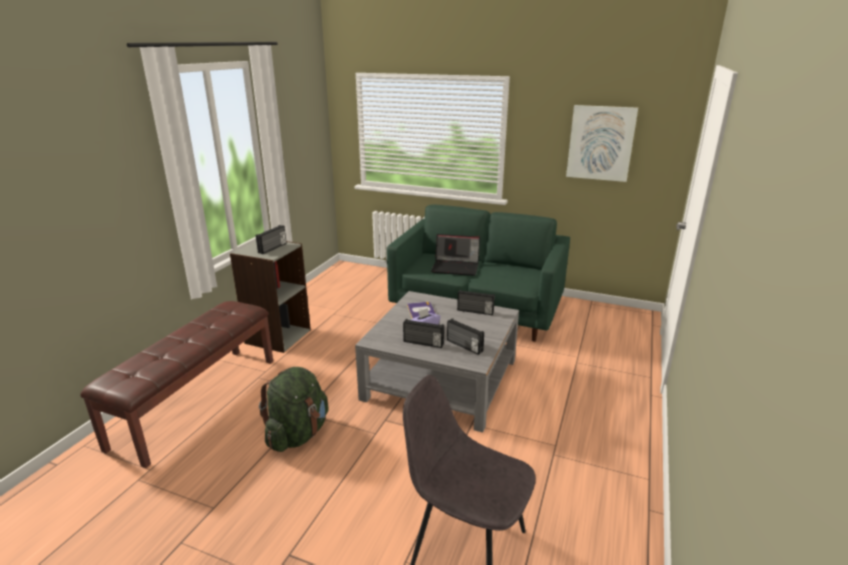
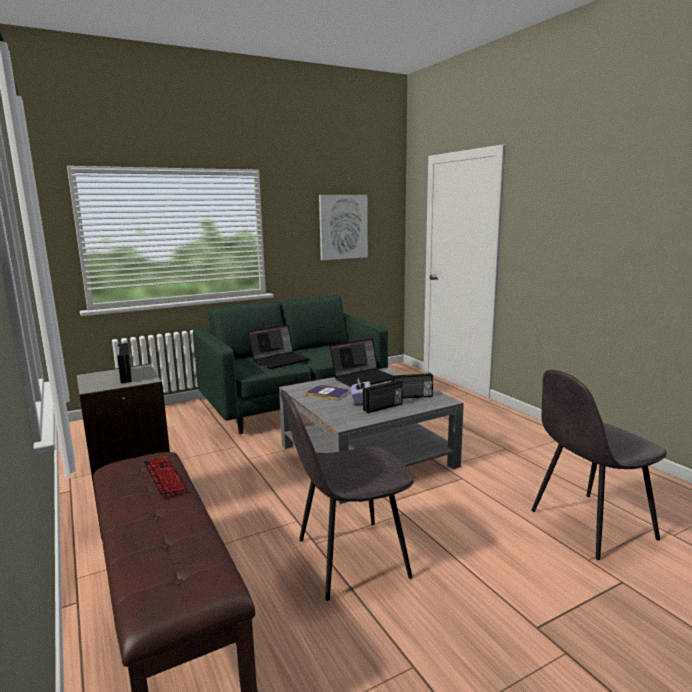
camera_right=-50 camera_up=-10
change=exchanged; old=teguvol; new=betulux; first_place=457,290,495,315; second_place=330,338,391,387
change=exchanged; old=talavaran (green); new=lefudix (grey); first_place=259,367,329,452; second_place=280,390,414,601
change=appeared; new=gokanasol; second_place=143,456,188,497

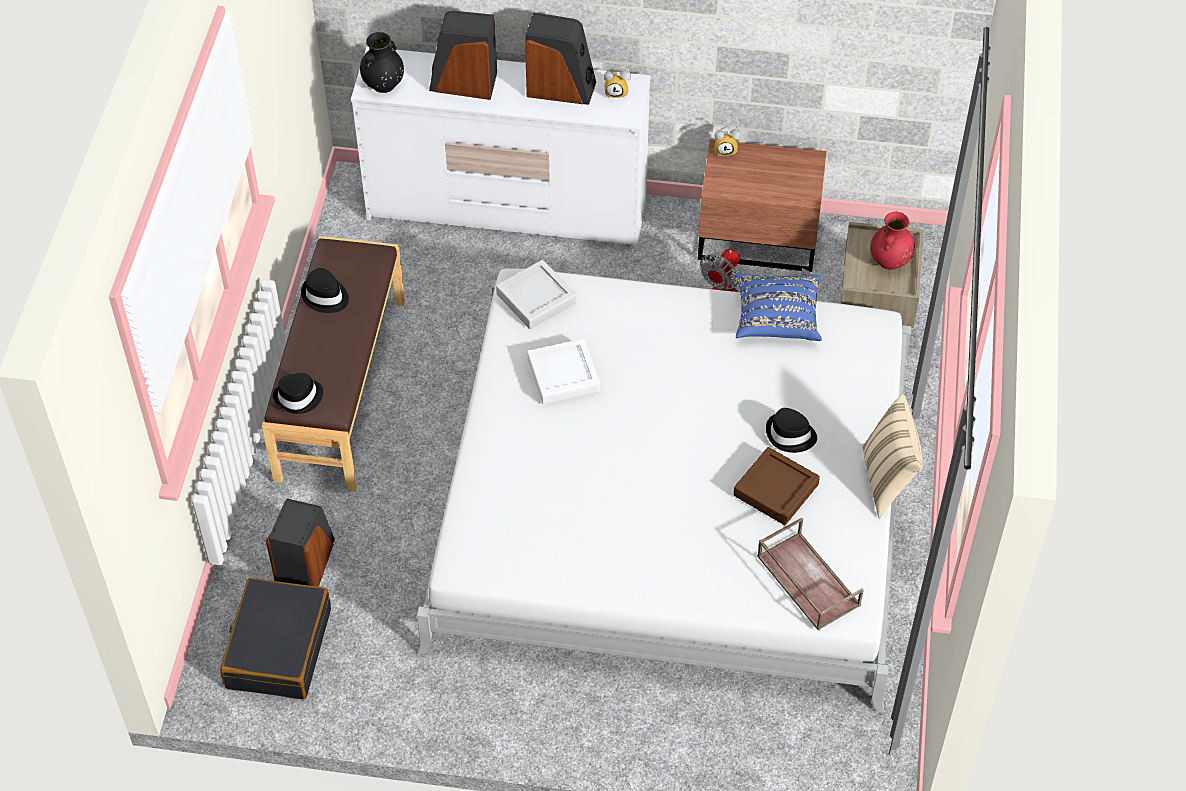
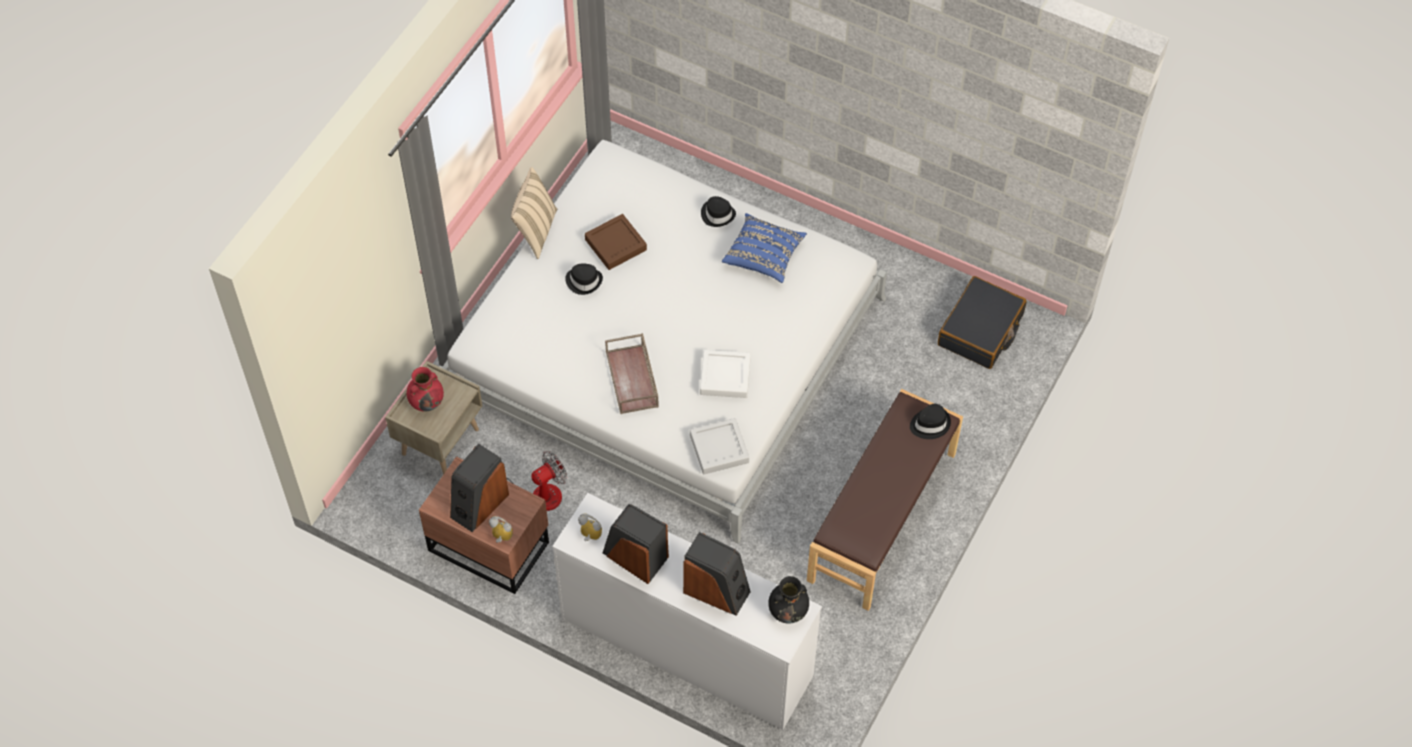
camera_right=-160 camera_up=5
change=relocated; old=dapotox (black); first_place=301,268,349,313; second_place=701,196,736,227
change=relocated; old=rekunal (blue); first_place=736,272,822,341; second_place=722,213,807,283
change=relocated; old=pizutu; first_place=266,499,335,586; second_place=450,444,509,532
change=relocated; old=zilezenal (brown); first_place=757,517,864,631; second_place=605,333,659,414

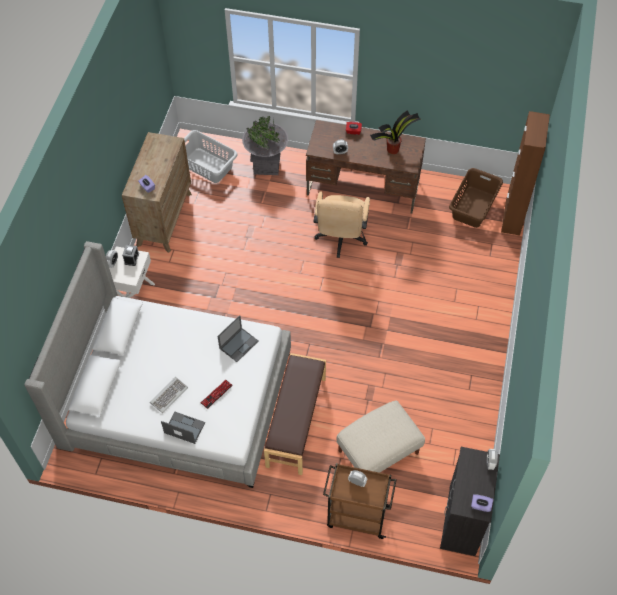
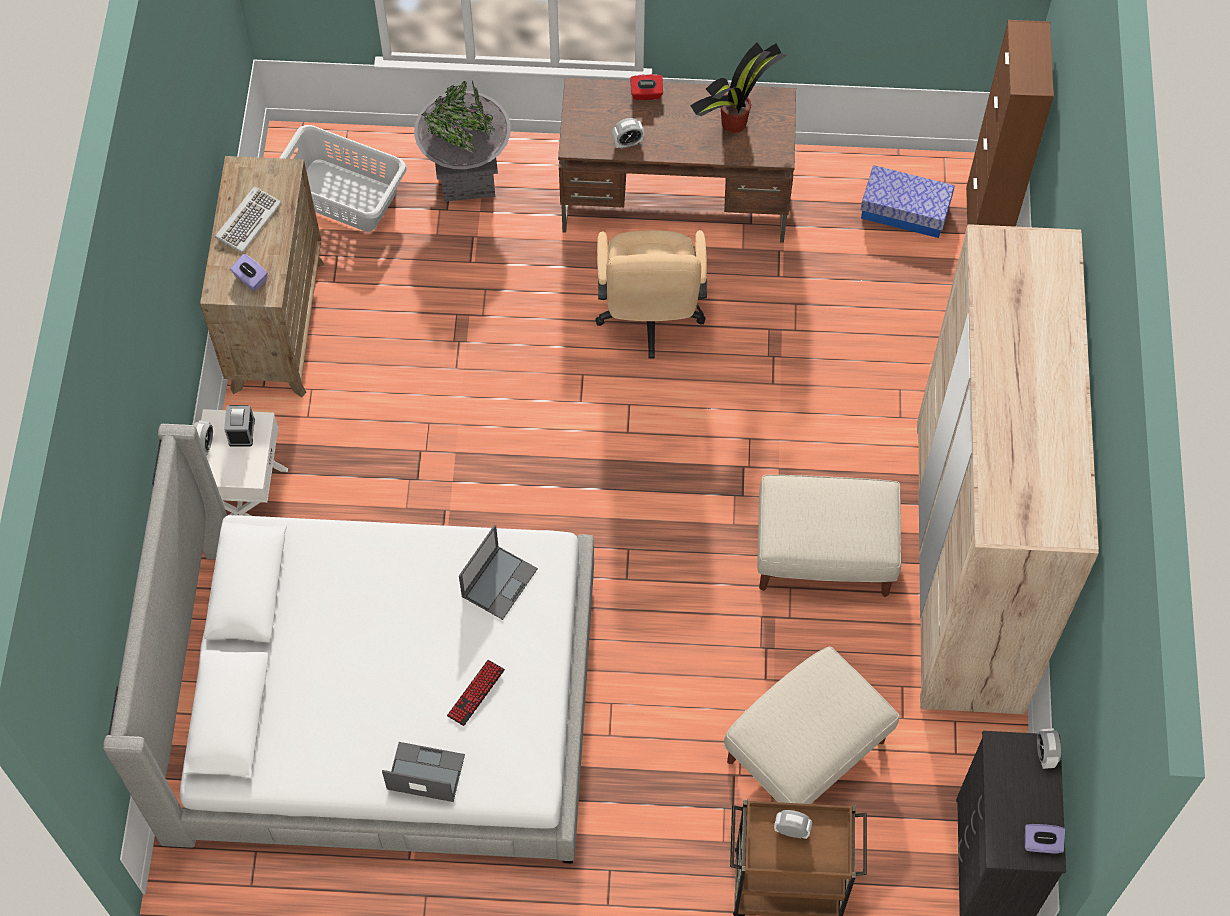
camera_right=-10 camera_up=5
change=exchanged; old=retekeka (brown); new=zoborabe; first_place=449,168,503,228; second_place=861,165,955,238
change=missing; old=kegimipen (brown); first_place=264,353,326,475
change=relocated; old=gokanasol; first_place=150,377,188,413; second_place=215,187,281,253
change=appeared; new=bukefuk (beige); second_place=917,224,1099,714
change=appeared; new=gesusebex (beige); second_place=757,475,901,597

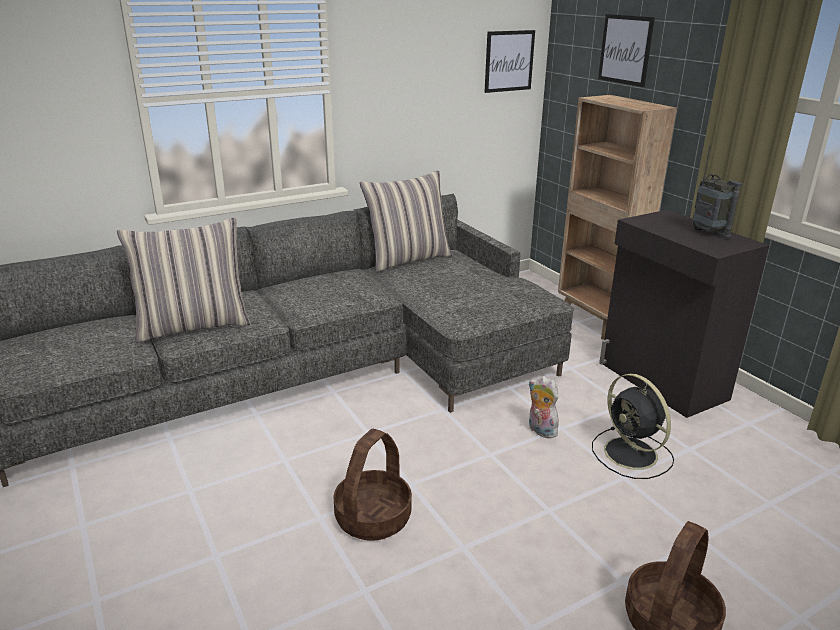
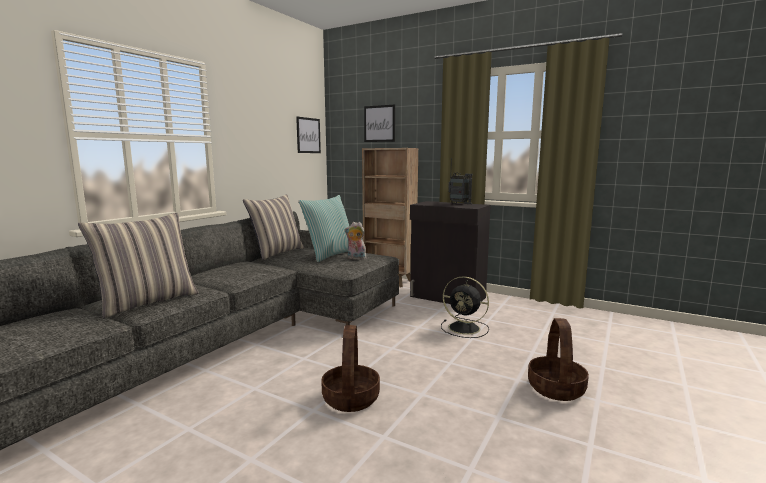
camera_right=-30 camera_up=-15
change=relocated; old=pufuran; first_place=529,376,559,439; second_place=345,222,367,260
change=appeared; new=rekunal; second_place=298,195,349,262

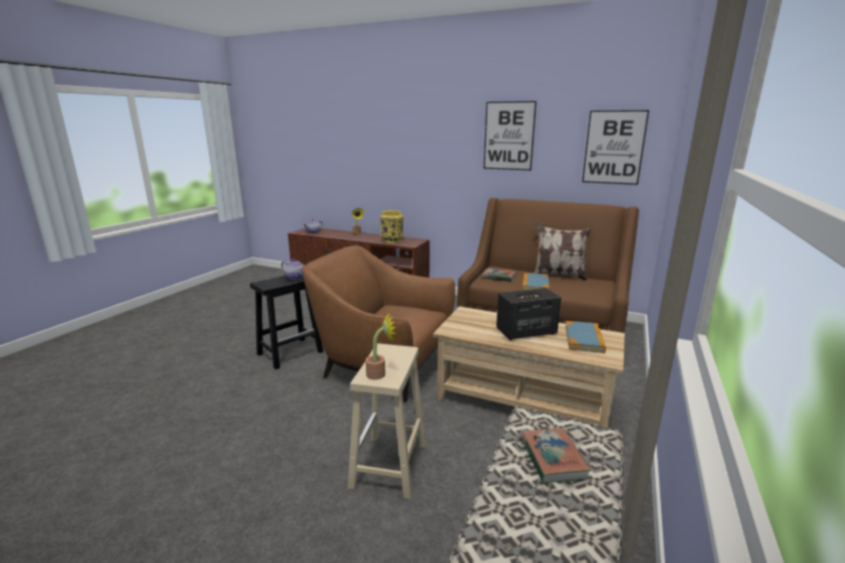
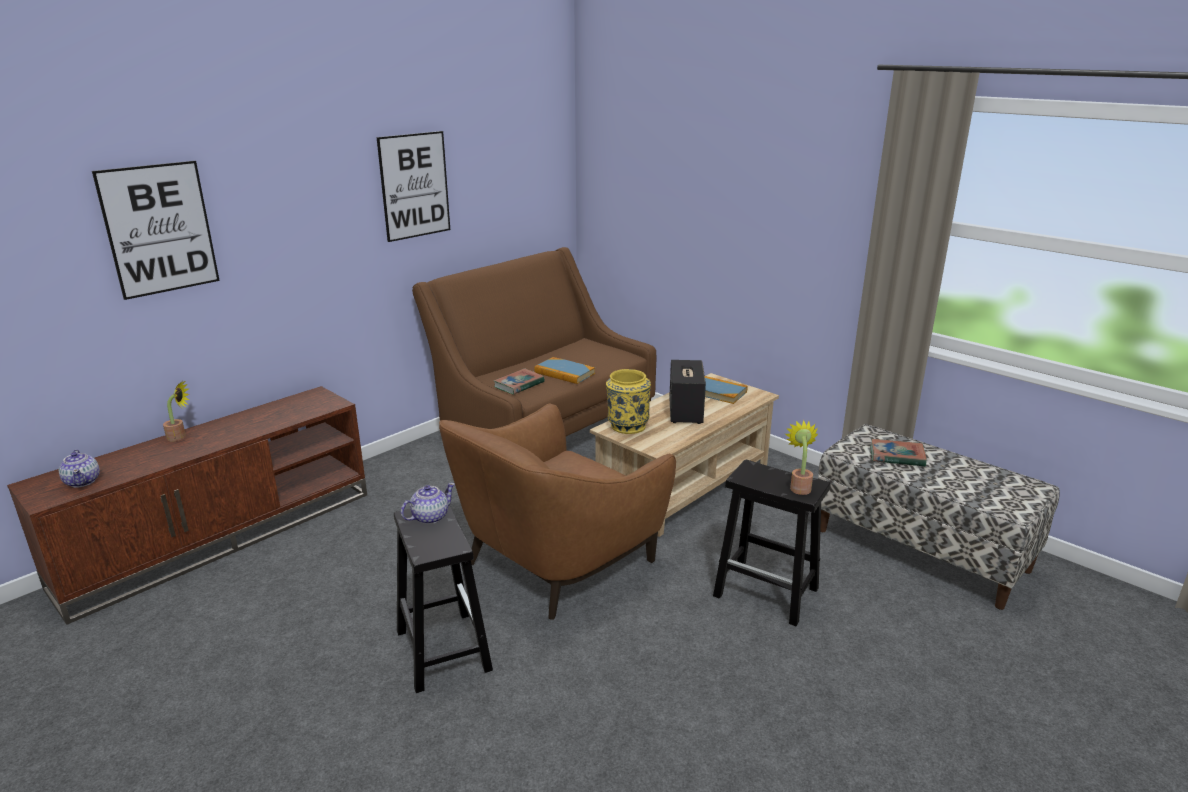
camera_right=-70 camera_up=5
change=relocated; old=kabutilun; first_place=582,110,649,185; second_place=92,161,220,300
change=relocated; old=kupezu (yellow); first_place=380,210,404,243; second_place=606,369,651,434
change=missing; old=rekunal; first_place=534,223,591,280
change=colour; old=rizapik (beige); new=rizapik (black); first_place=348,343,427,499; second_place=713,460,831,626

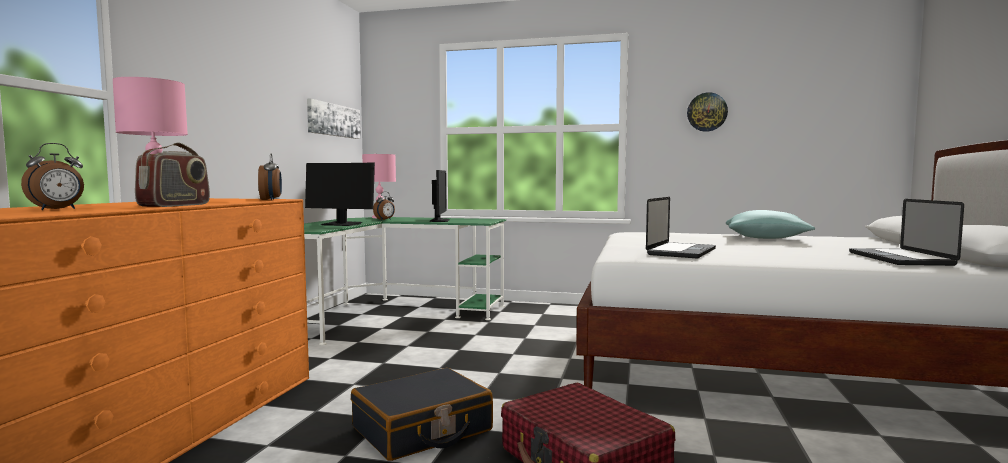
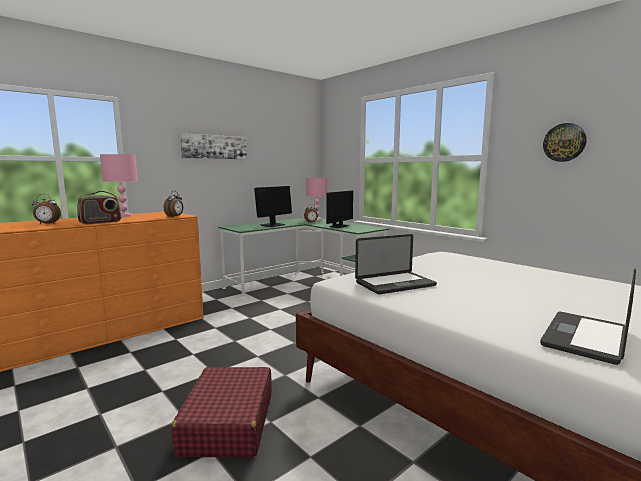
camera_right=35 camera_up=5
change=relocated; old=kabutilun; first_place=307,99,361,139; second_place=180,133,247,159
change=spun; old=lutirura; first_place=305,162,375,226; second_place=254,186,292,227; degrees=-105
change=missing; old=rekunal (turquoise); first_place=726,210,815,239
change=missing; old=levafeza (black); first_place=351,368,493,461

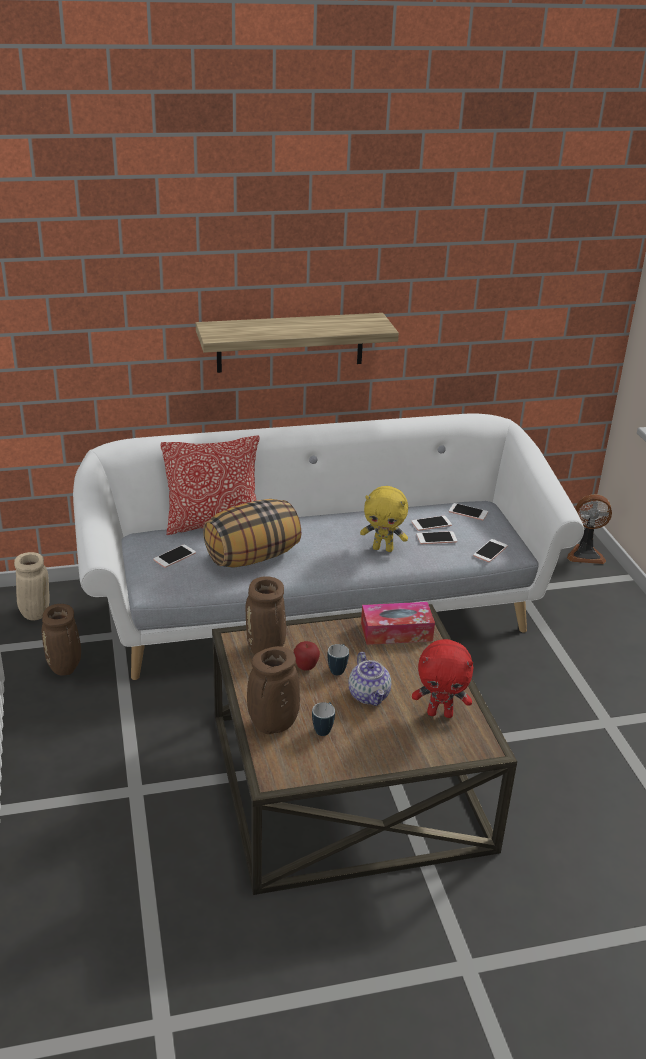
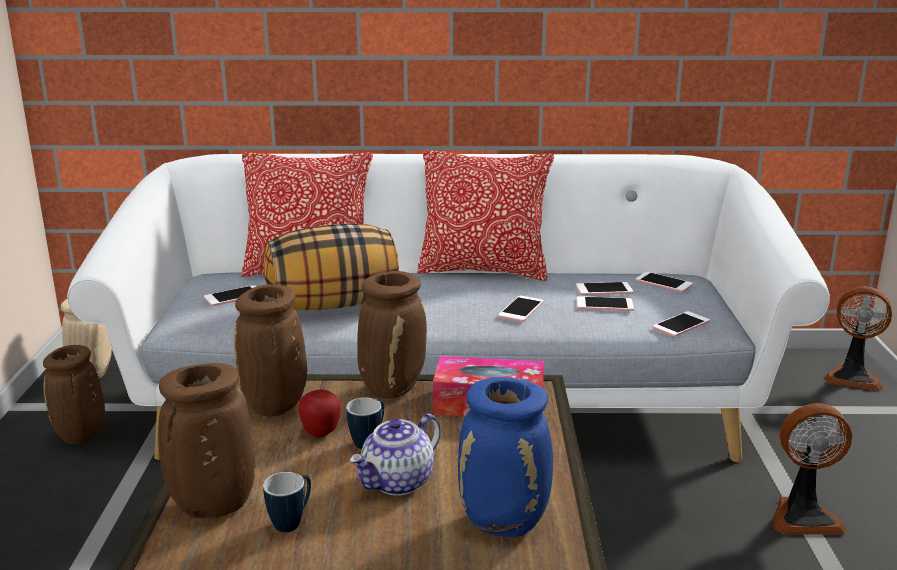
camera_right=15 camera_up=-10
change=missing; old=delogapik; first_place=196,313,399,373
change=exchanged; old=pufuran (yellow); new=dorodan; first_place=360,486,408,552; second_place=498,296,544,322
change=exchanged; old=pufuran (red); new=kupezu (blue); first_place=412,639,474,718; second_place=458,377,553,537
change=spun; old=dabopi; first_place=349,652,391,706; second_place=349,414,441,496; degrees=45
change=appeared; new=rekunal; second_place=417,150,554,281
change=appeared; new=kupezu (brown); second_place=357,271,427,398
change=appeared; new=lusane; second_place=773,403,852,535

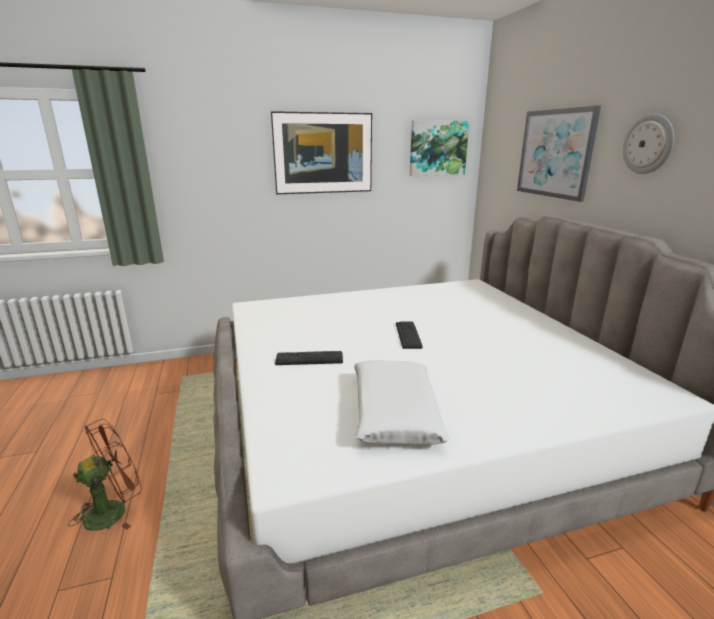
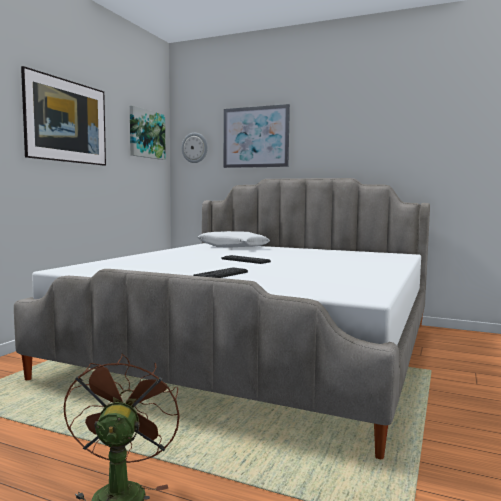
camera_right=-50 camera_up=-15
change=relocated; old=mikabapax; first_place=623,114,674,174; second_place=182,133,208,163
change=relocated; old=rekunal (white); first_place=354,361,450,445; second_place=198,231,270,248

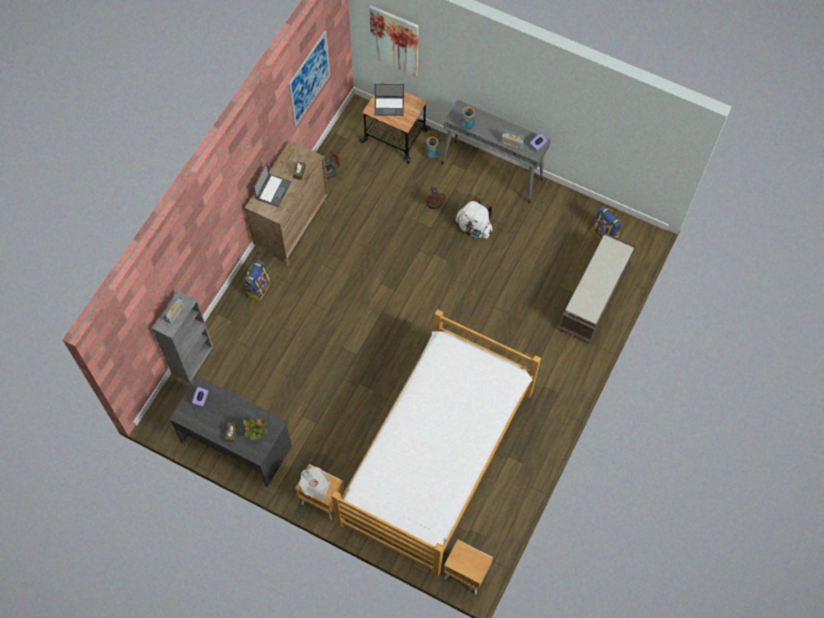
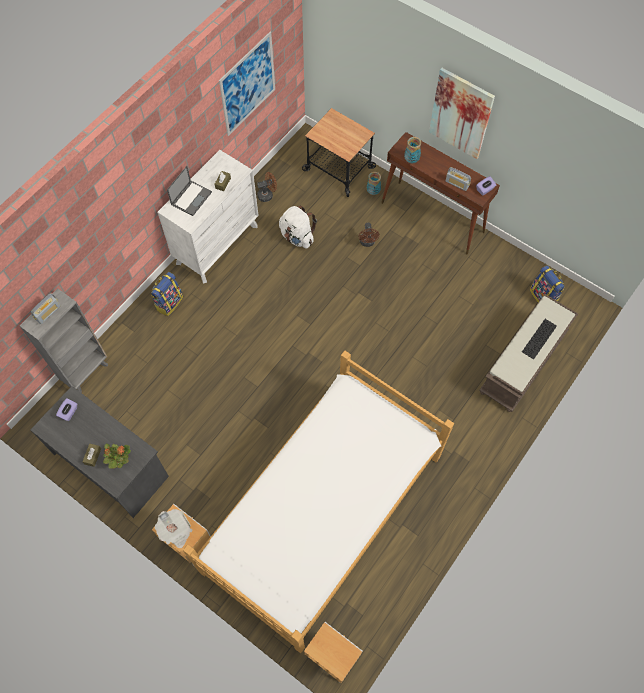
camera_right=10 camera_up=0
change=relocated; old=kabutilun; first_place=369,5,419,77; second_place=429,68,495,159
change=missing; old=betulux; first_place=374,84,404,116
change=colour; old=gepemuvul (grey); new=gepemuvul (brown); first_place=441,99,550,204; second_place=381,132,500,255
change=colour; old=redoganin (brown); new=redoganin (white); first_place=245,141,328,266; second_place=157,150,259,284
change=relocated; old=talavaran (white); first_place=456,199,493,239; second_place=279,205,317,248
change=appeared; new=gokanasol; second_place=522,319,557,359

